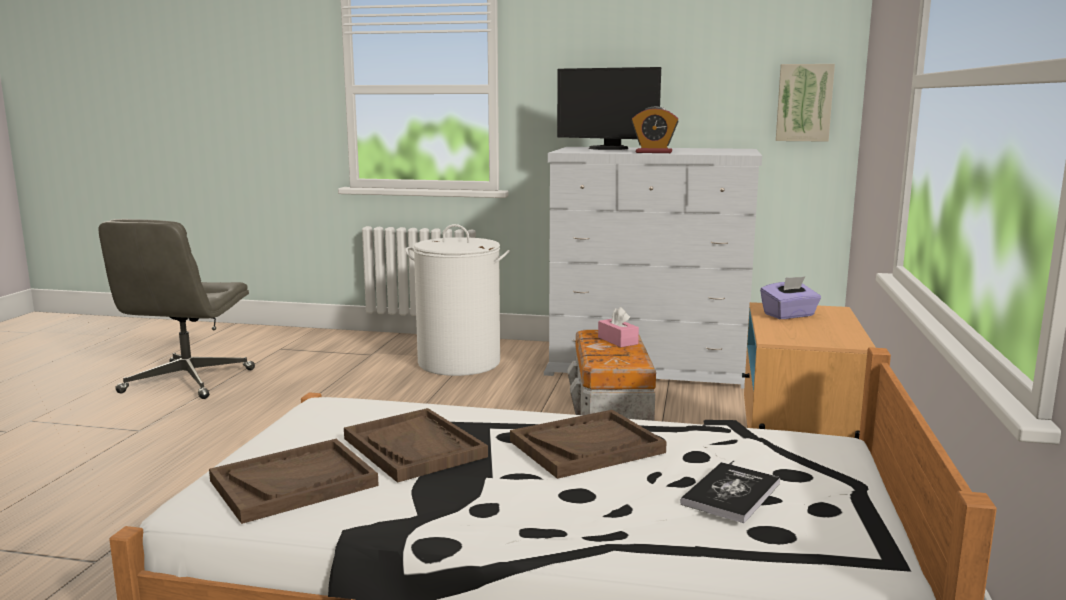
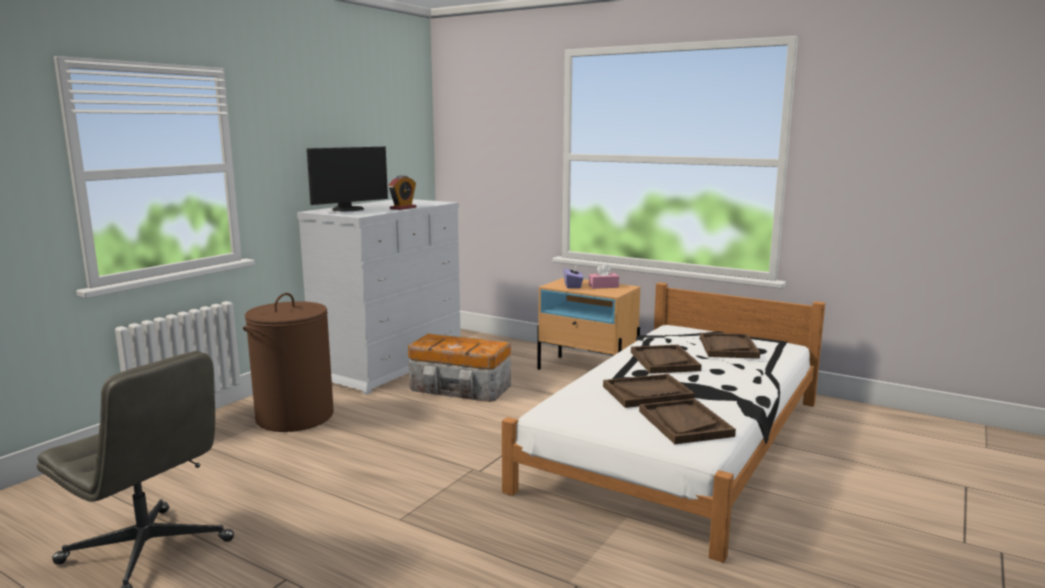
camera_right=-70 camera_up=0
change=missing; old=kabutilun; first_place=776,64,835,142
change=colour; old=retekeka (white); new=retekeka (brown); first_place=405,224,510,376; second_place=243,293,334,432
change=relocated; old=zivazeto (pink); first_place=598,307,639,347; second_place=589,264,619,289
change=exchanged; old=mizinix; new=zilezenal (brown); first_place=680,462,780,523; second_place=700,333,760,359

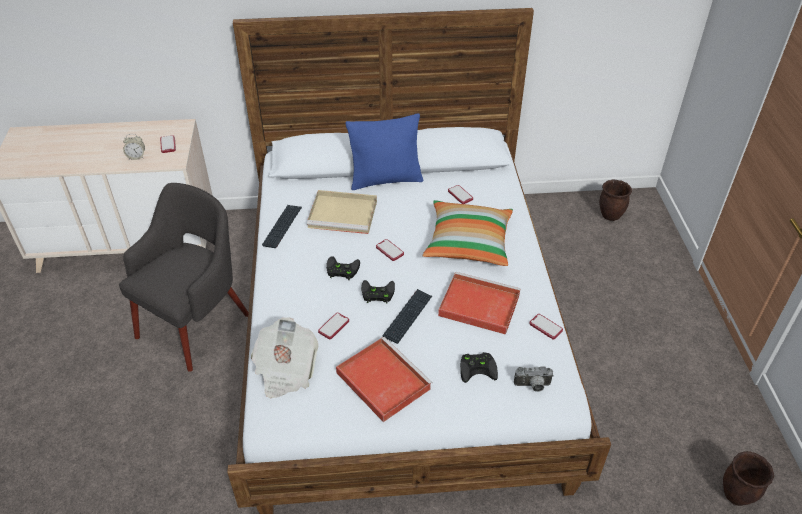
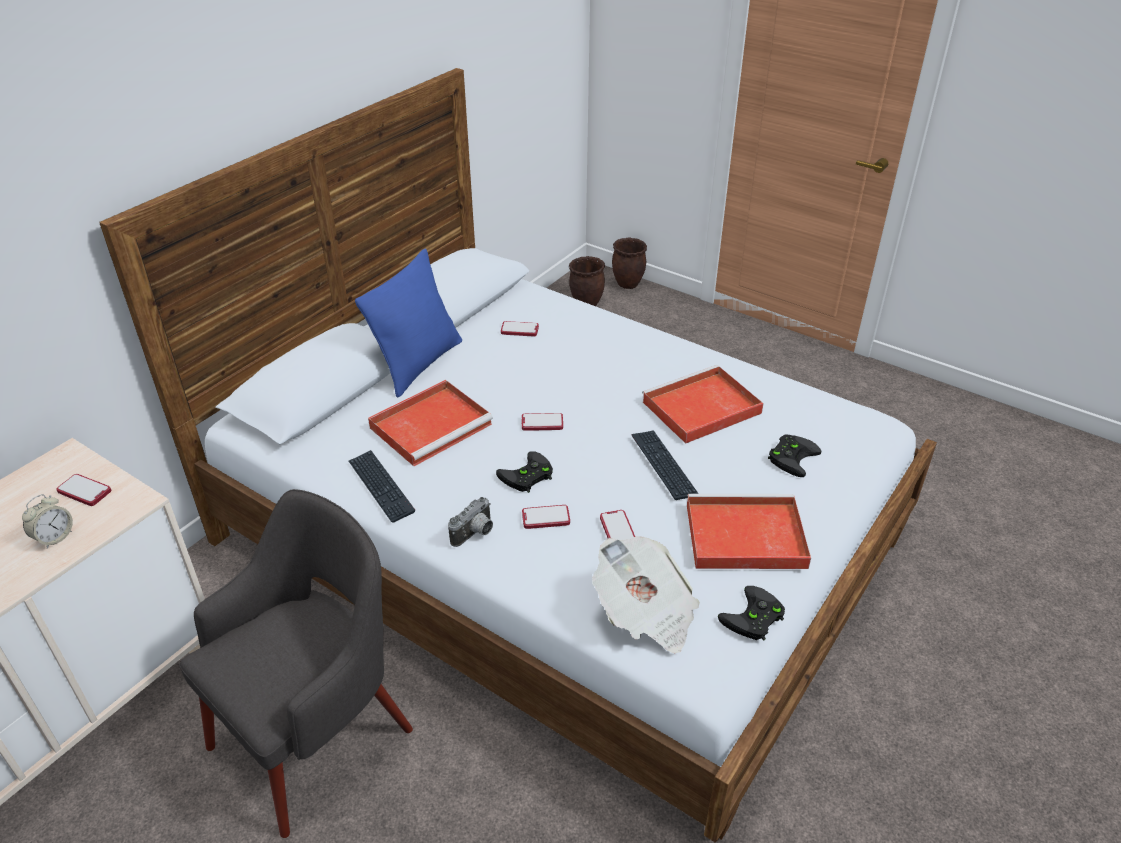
camera_right=-50 camera_up=-5
change=spun; old=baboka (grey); first_place=119,183,249,372; second_place=179,489,413,838; degrees=60
change=colour; old=zilezenal (beige); new=zilezenal (red); first_place=307,190,377,234; second_place=368,380,493,466
change=missing; old=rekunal; first_place=423,200,513,266
change=relocated; old=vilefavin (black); first_place=361,280,395,304; second_place=718,586,785,641
change=relocated; old=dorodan; first_place=529,314,563,339; second_place=522,505,570,529
change=relocated; old=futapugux; first_place=514,367,554,392; second_place=448,497,493,547
change=relocated; old=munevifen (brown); first_place=723,451,774,506; second_place=612,237,647,289

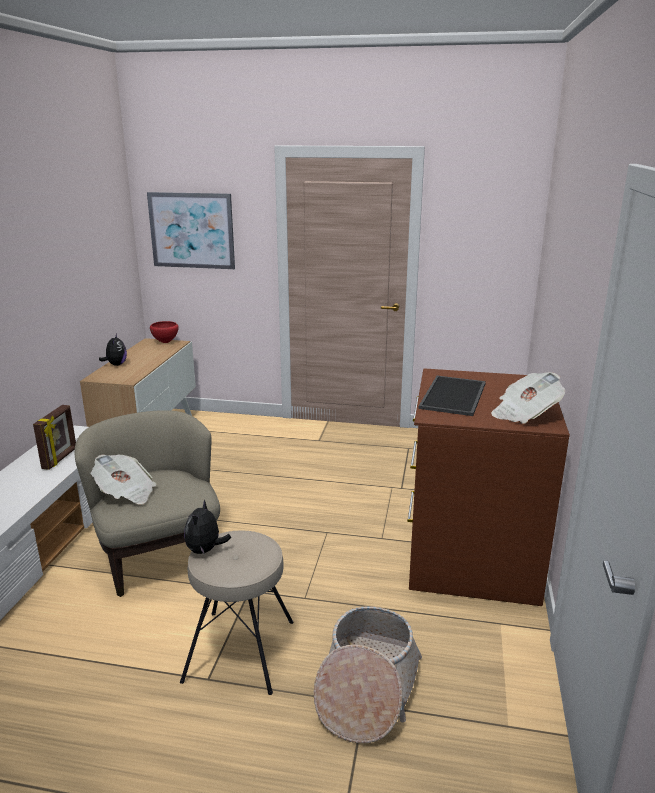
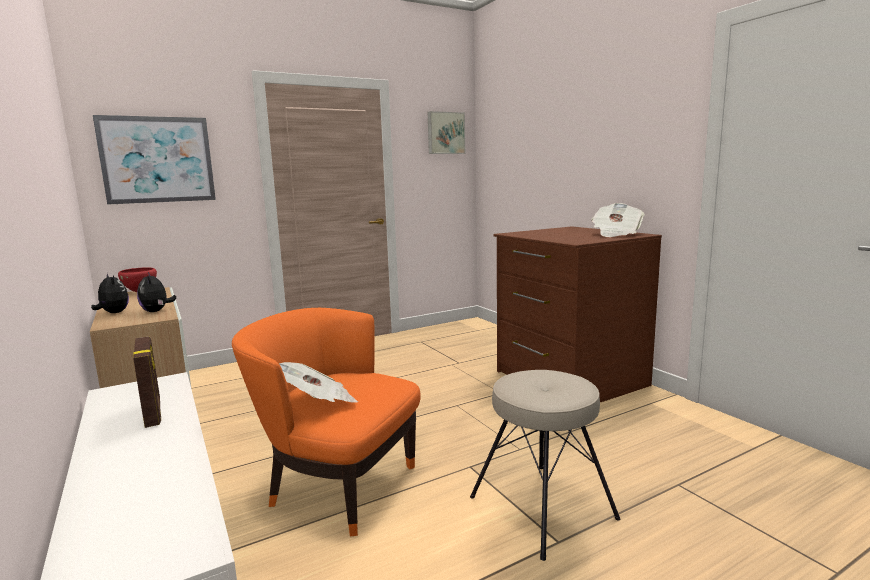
camera_right=-40 camera_up=-10
change=missing; old=zilezenal; first_place=419,376,486,416
change=colour; old=baboka (beige); new=baboka (orange); first_place=75,410,220,597; second_place=232,308,421,537
change=relocated; old=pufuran; first_place=184,500,231,554; second_place=137,272,176,312
change=missing; old=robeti; first_place=314,606,422,743
change=appeared; new=kabutilun; second_place=428,111,465,154

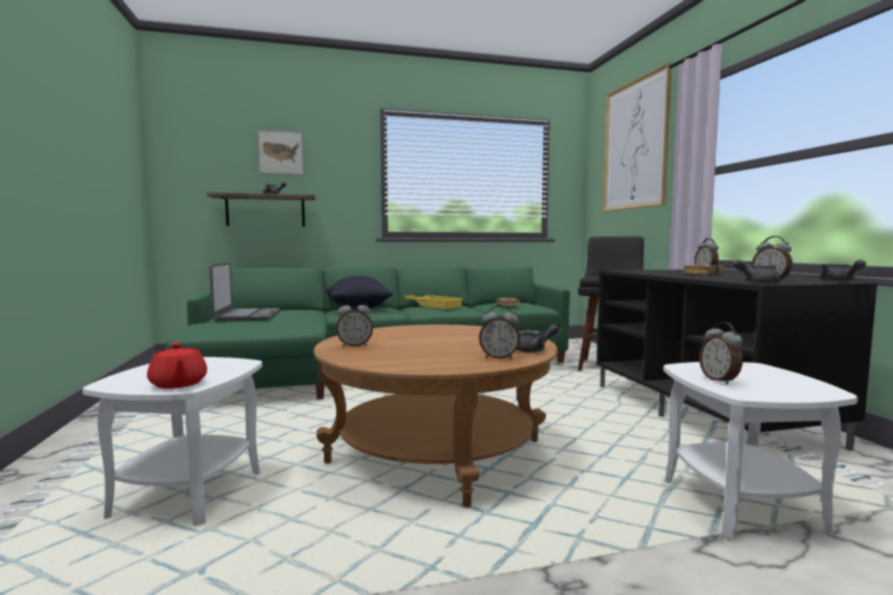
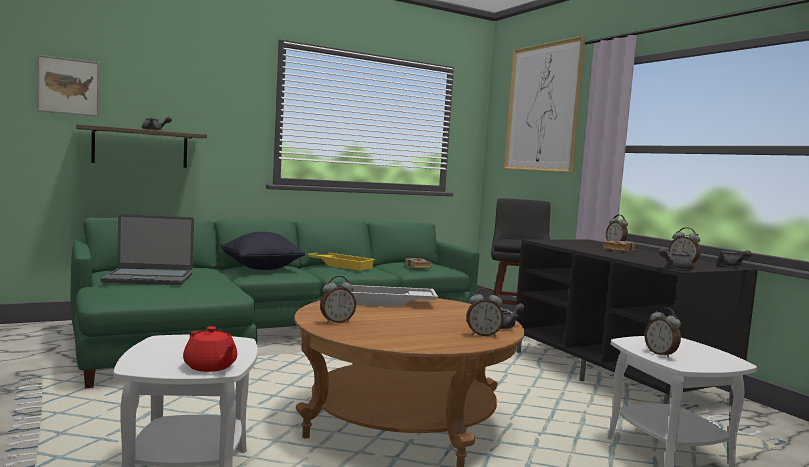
camera_right=-15 camera_up=0
change=relocated; old=kabutilun; first_place=257,129,304,175; second_place=37,55,99,116
change=spun; old=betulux; first_place=209,262,280,322; second_place=100,214,194,285; degrees=105
change=appeared; new=zilezenal (white); second_place=345,285,438,307

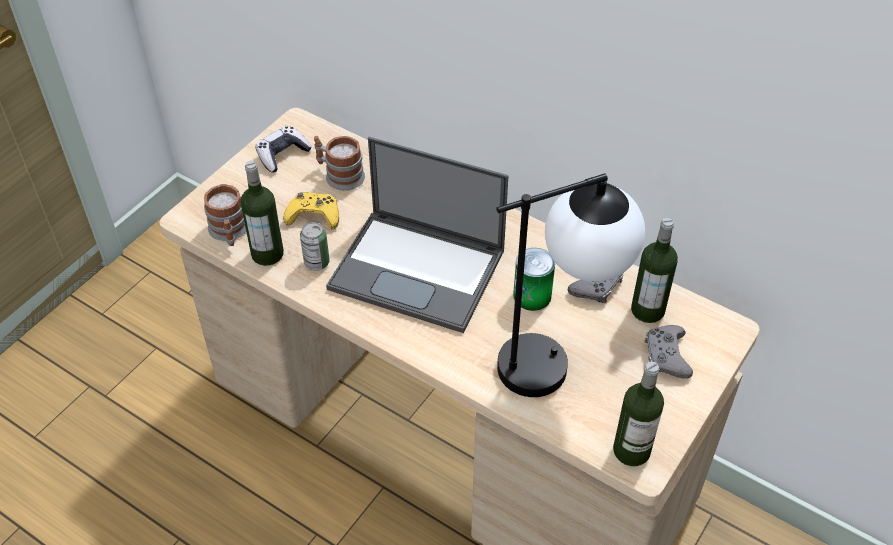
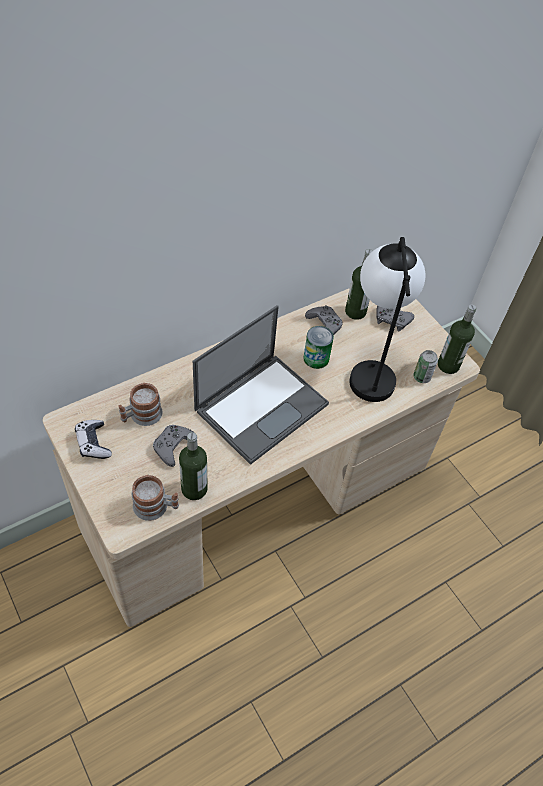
camera_right=-70 camera_up=5
change=colour; old=vilefavin (yellow); new=vilefavin (grey); first_place=283,192,339,230; second_place=153,425,193,467
change=relocated; old=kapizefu; first_place=300,222,330,271; second_place=413,350,438,383

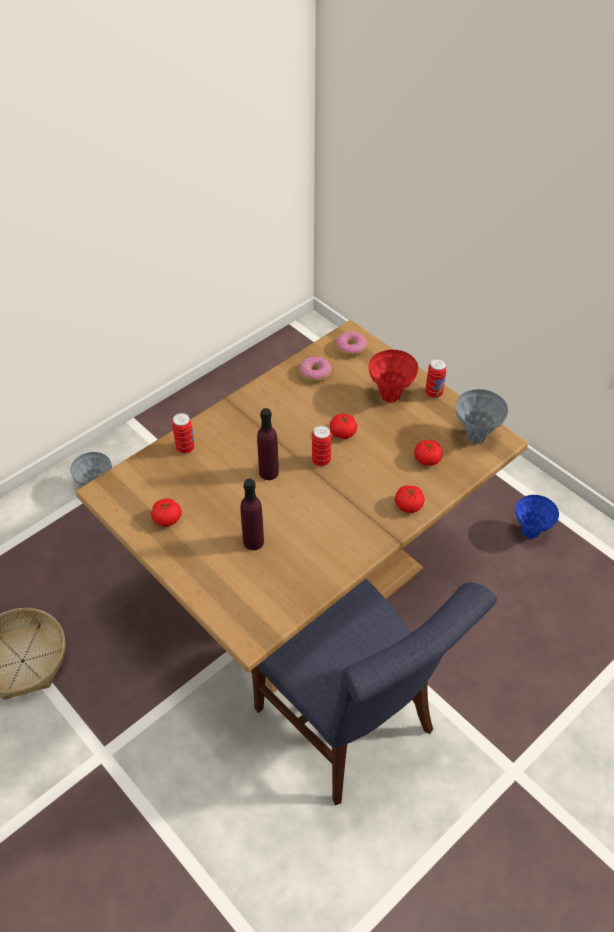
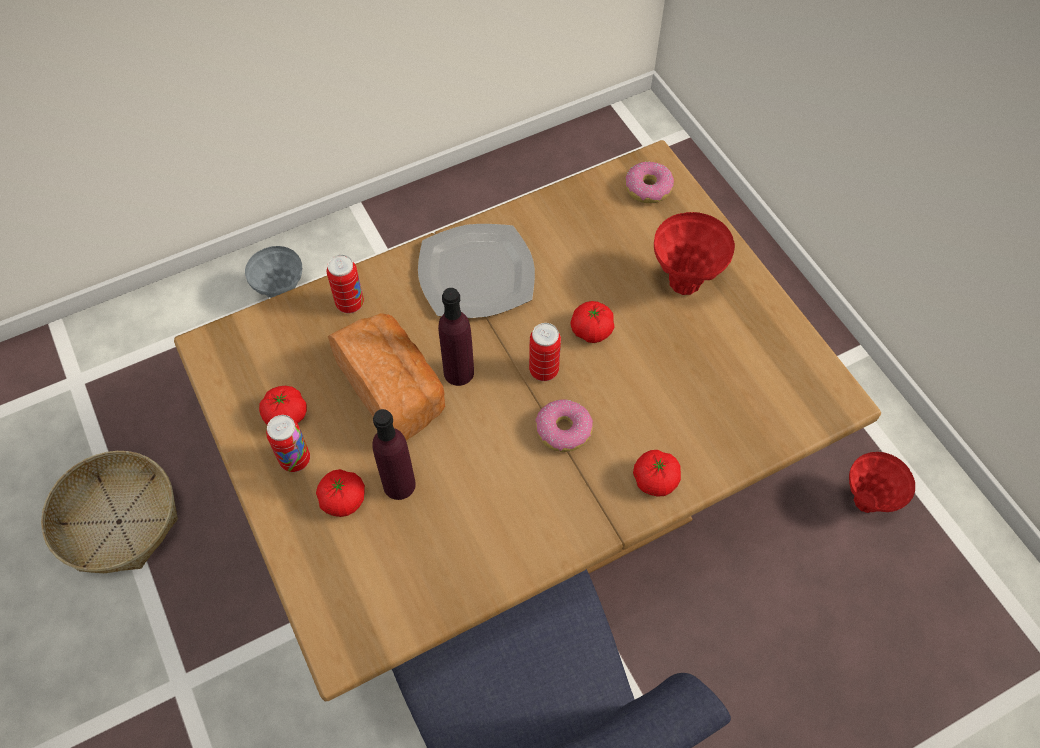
camera_right=15 camera_up=10
change=relocated; old=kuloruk; first_place=299,357,332,382; second_place=535,400,593,452
change=relocated; old=kapizefu; first_place=425,359,447,398; second_place=266,415,310,472
change=missing; old=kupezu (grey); first_place=455,389,508,444
change=relocated; old=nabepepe; first_place=414,440,443,466; second_place=316,469,365,517
change=colour; old=kupezu (blue); new=kupezu (red); first_place=515,495,559,539; second_place=849,452,915,513
change=appeared; new=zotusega; second_place=418,224,535,318
change=appeared; new=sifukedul; second_place=328,313,445,440

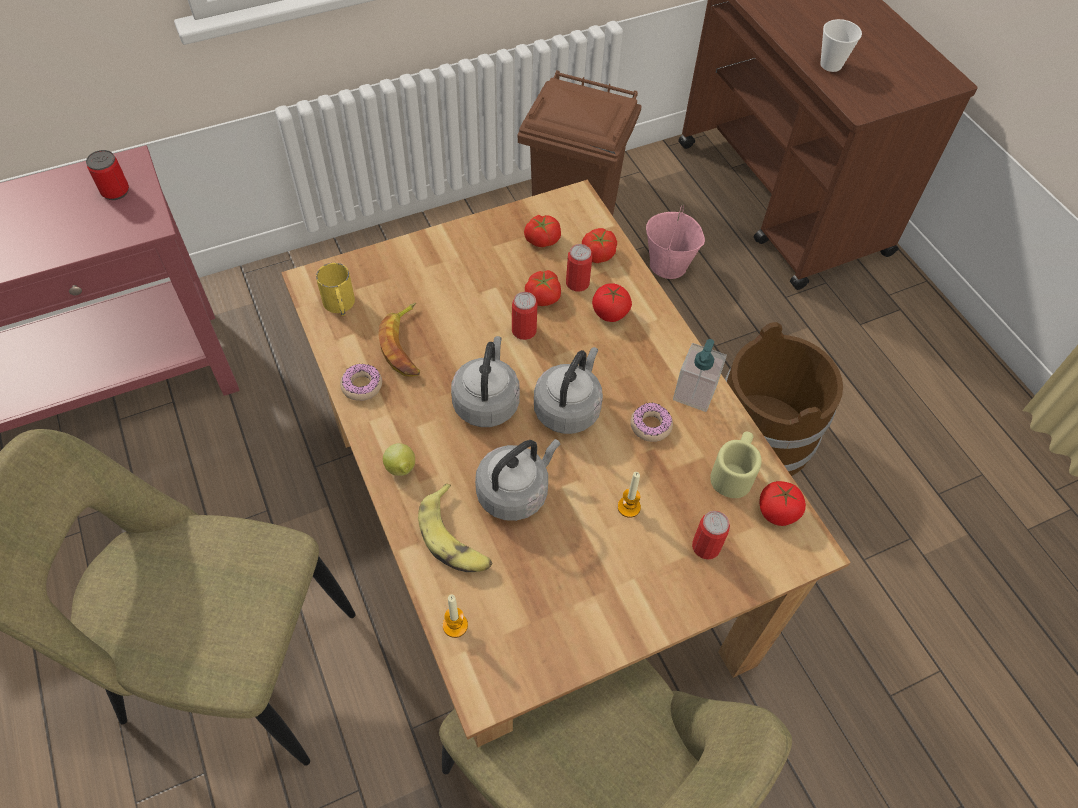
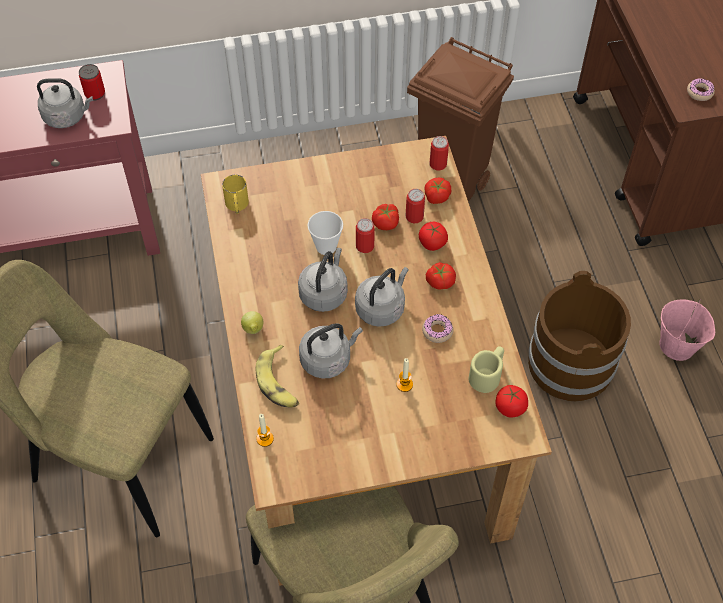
camera_right=15 camera_up=0
change=relocated; old=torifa; first_place=820,19,862,72; second_place=307,211,343,255
change=relocated; old=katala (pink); first_place=646,204,705,279; second_place=659,299,715,361
change=relocated; old=nabepepe; first_place=524,215,561,247; second_place=426,262,456,290
change=missing; old=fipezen; first_place=378,303,420,377
change=missing; old=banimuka; first_place=673,339,727,412
change=relocated; old=kuloruk; first_place=340,364,382,401; second_place=687,78,715,101
change=relocated; old=kapizefu; first_place=692,511,730,560; second_place=430,136,449,170
change=appeared; new=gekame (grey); second_place=37,78,93,128

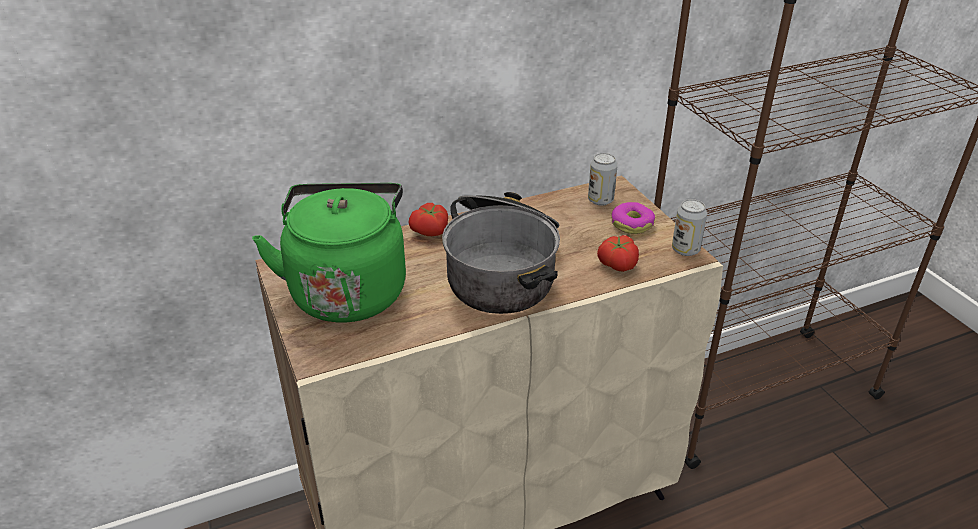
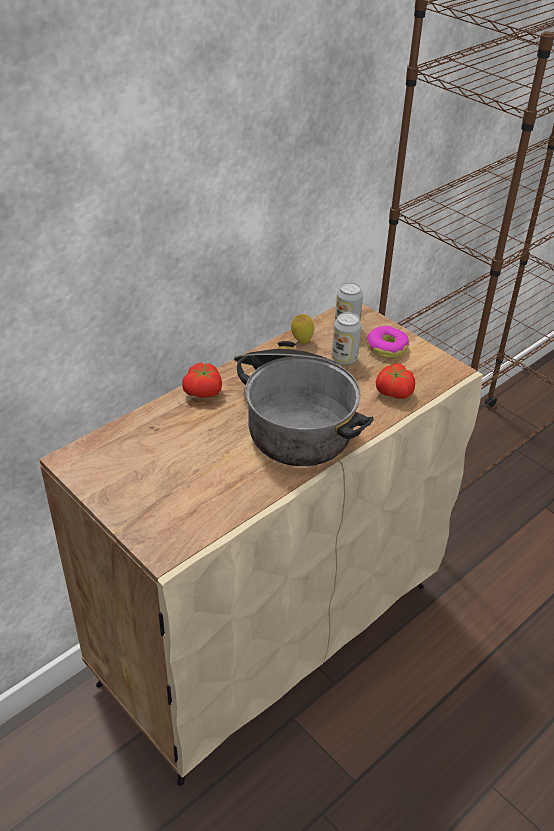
camera_right=-20 camera_up=5
change=missing; old=gekame (green); first_place=252,183,406,323
change=relocated; old=kapizefu; first_place=672,199,707,256; second_place=332,312,361,365
change=appeared; new=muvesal; second_place=291,314,314,344

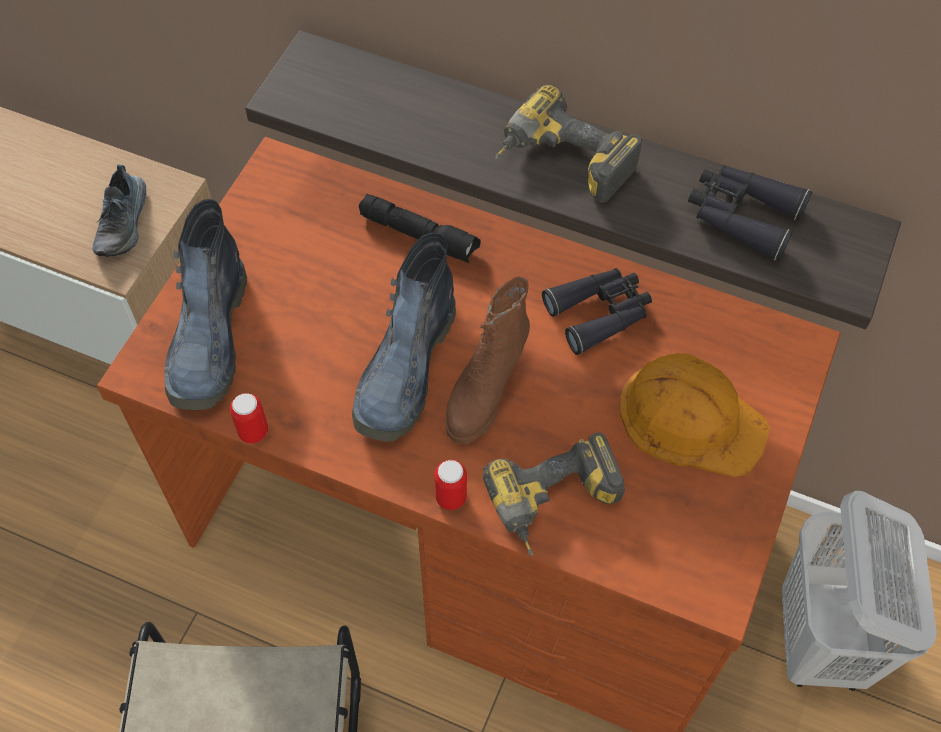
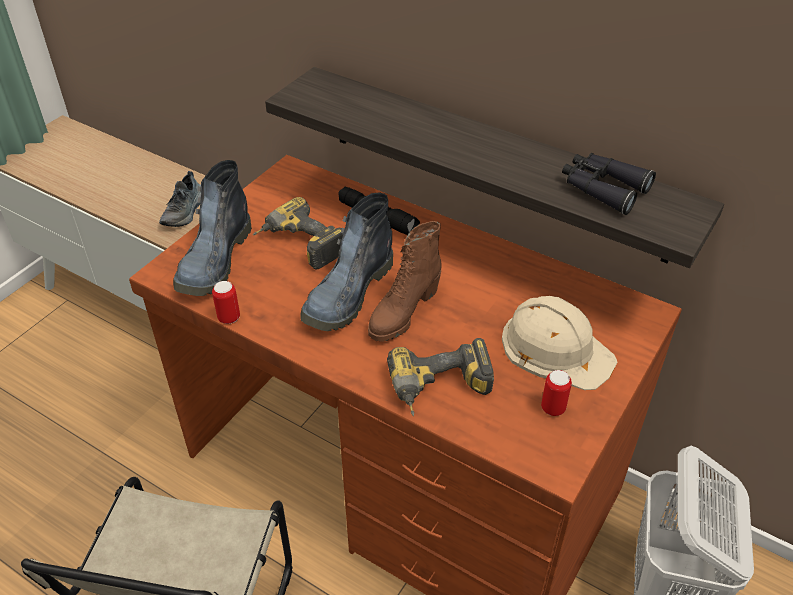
camera_right=10 camera_up=-15
change=relocated; old=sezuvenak; first_place=494,84,643,203; second_place=253,197,343,269
change=missing; old=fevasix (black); first_place=542,268,652,355
change=colour; old=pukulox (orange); new=pukulox (beige); first_place=619,353,770,477; second_place=502,296,617,390
change=relocated; old=kapizefu; first_place=435,460,467,510; second_place=541,370,572,416

